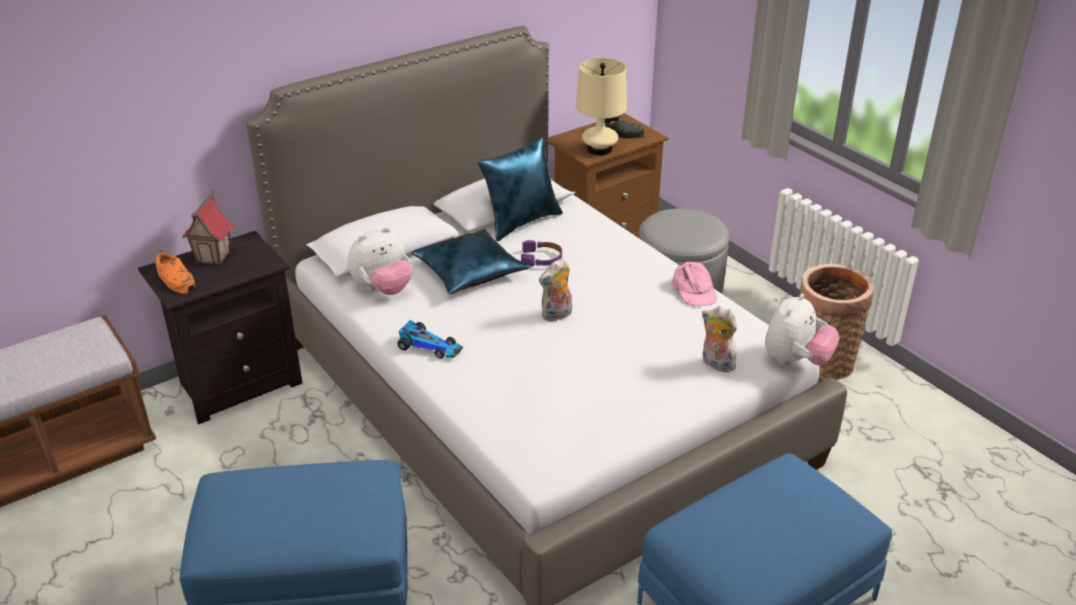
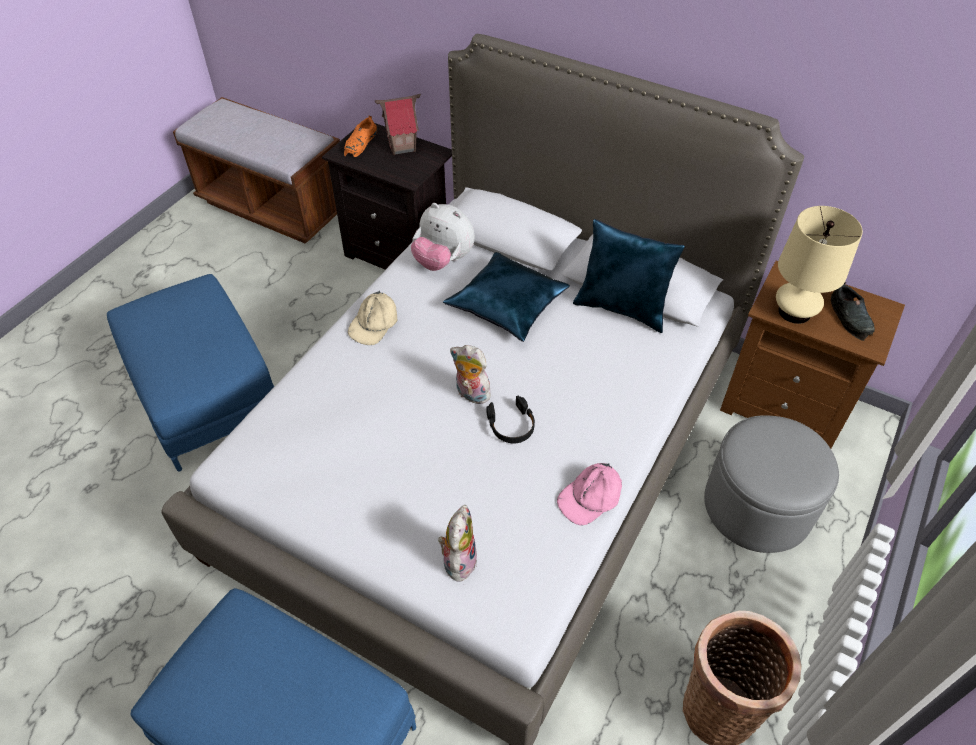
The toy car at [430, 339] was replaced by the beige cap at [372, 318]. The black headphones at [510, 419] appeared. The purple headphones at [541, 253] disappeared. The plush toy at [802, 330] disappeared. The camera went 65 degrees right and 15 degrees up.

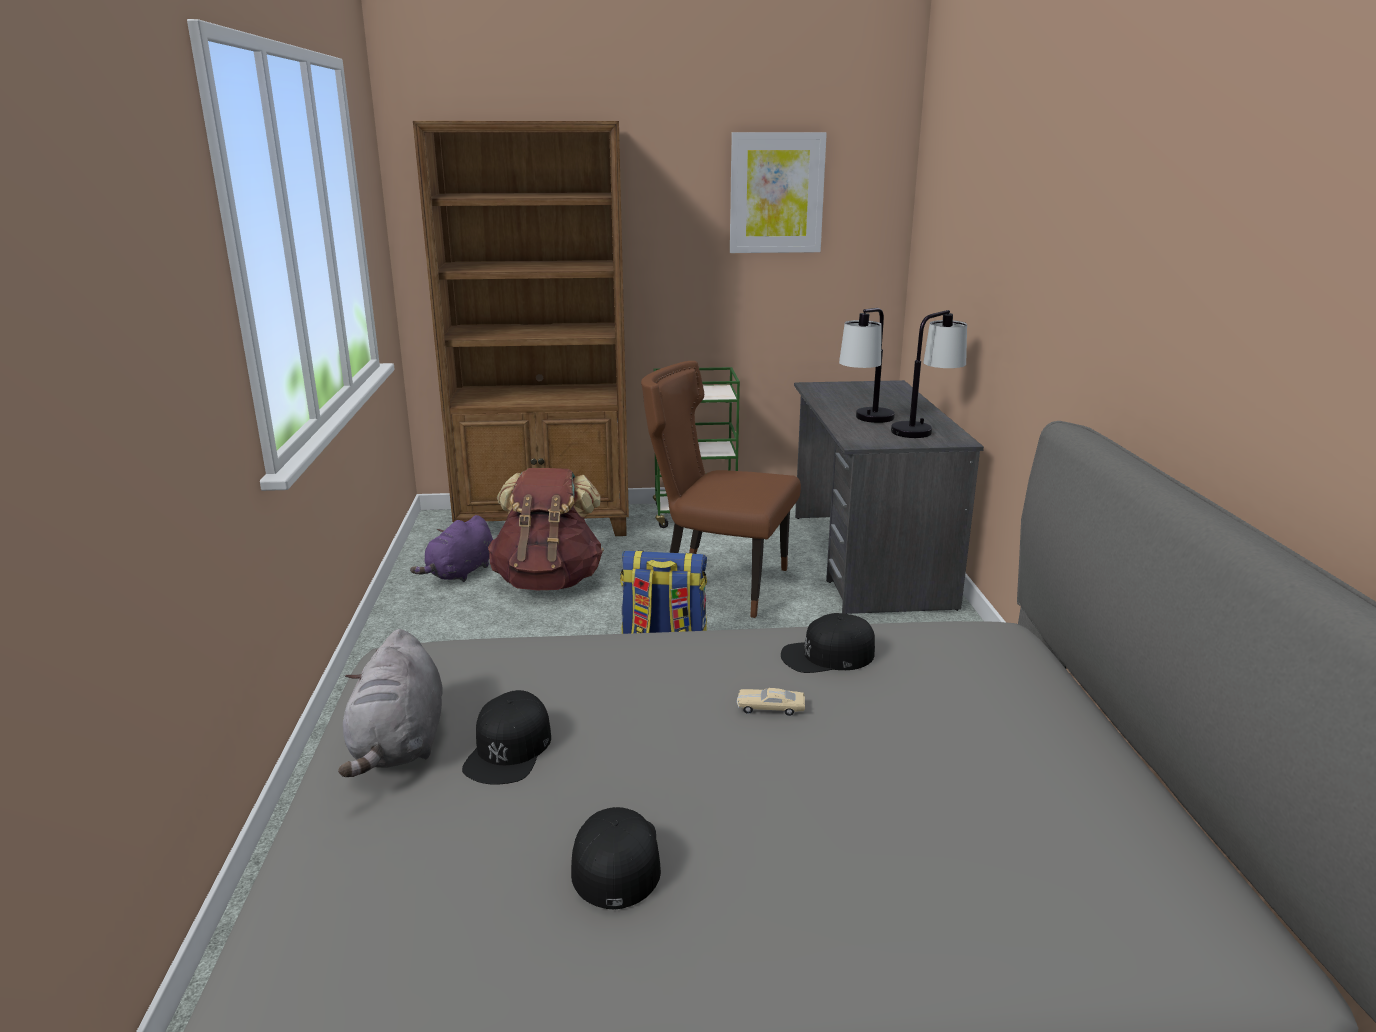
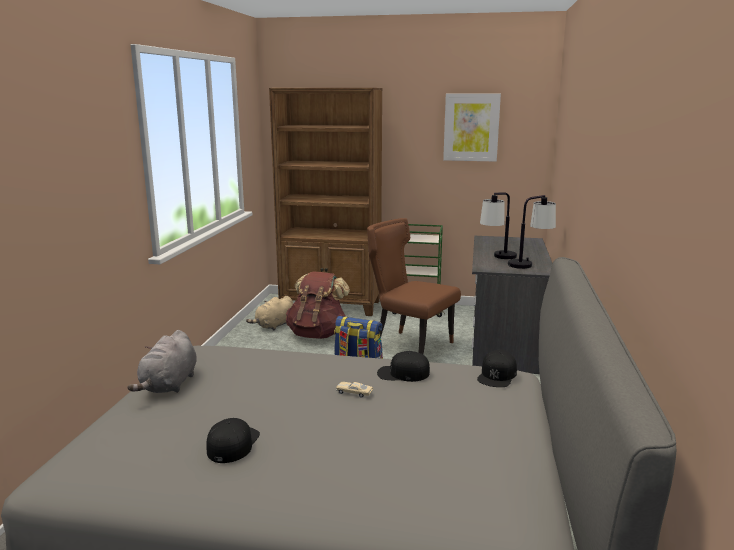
The purple plush toy at [451, 548] became the beige plush toy at [269, 313]. The black cap moved from [506, 737] to [497, 368]. The camera went 15 degrees right and 5 degrees down.

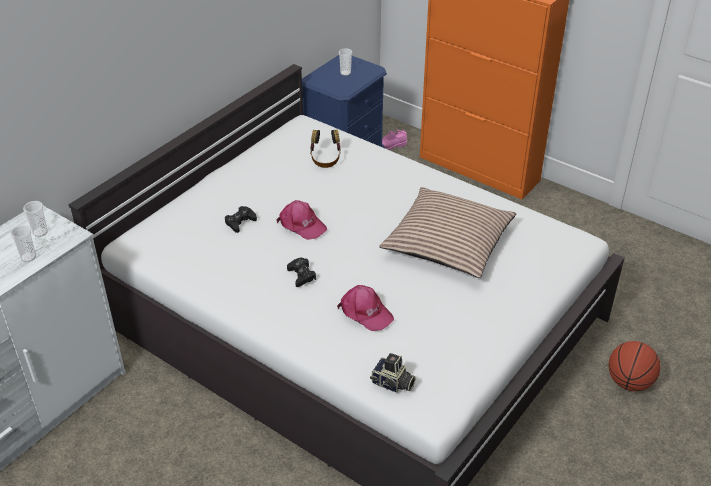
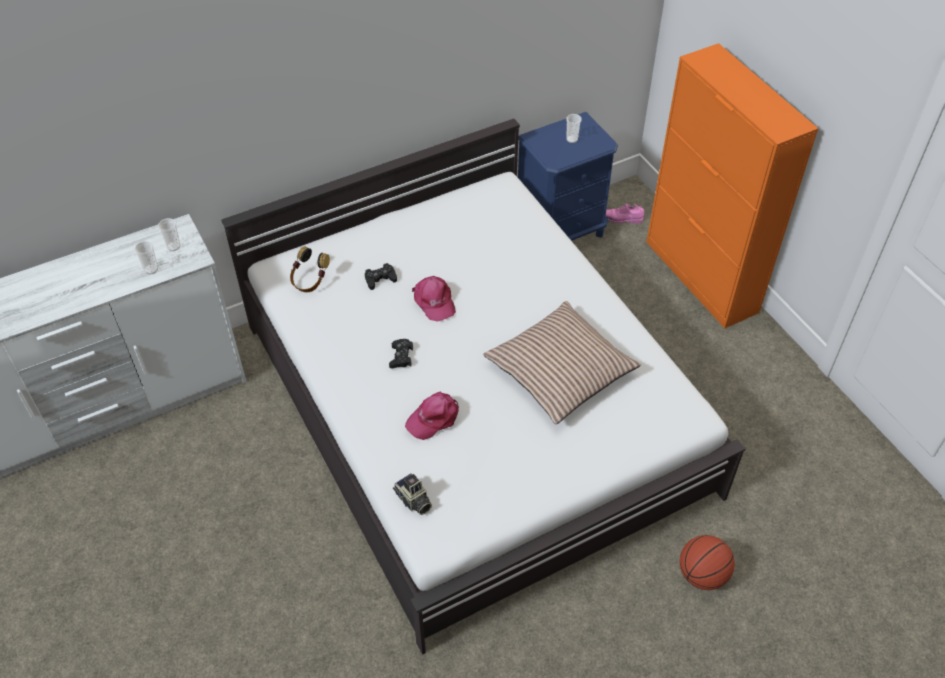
The headphones moved from [325, 149] to [310, 269]. The pink cap at [365, 308] turned 75 degrees clockwise. The camera went 25 degrees right and 10 degrees up.

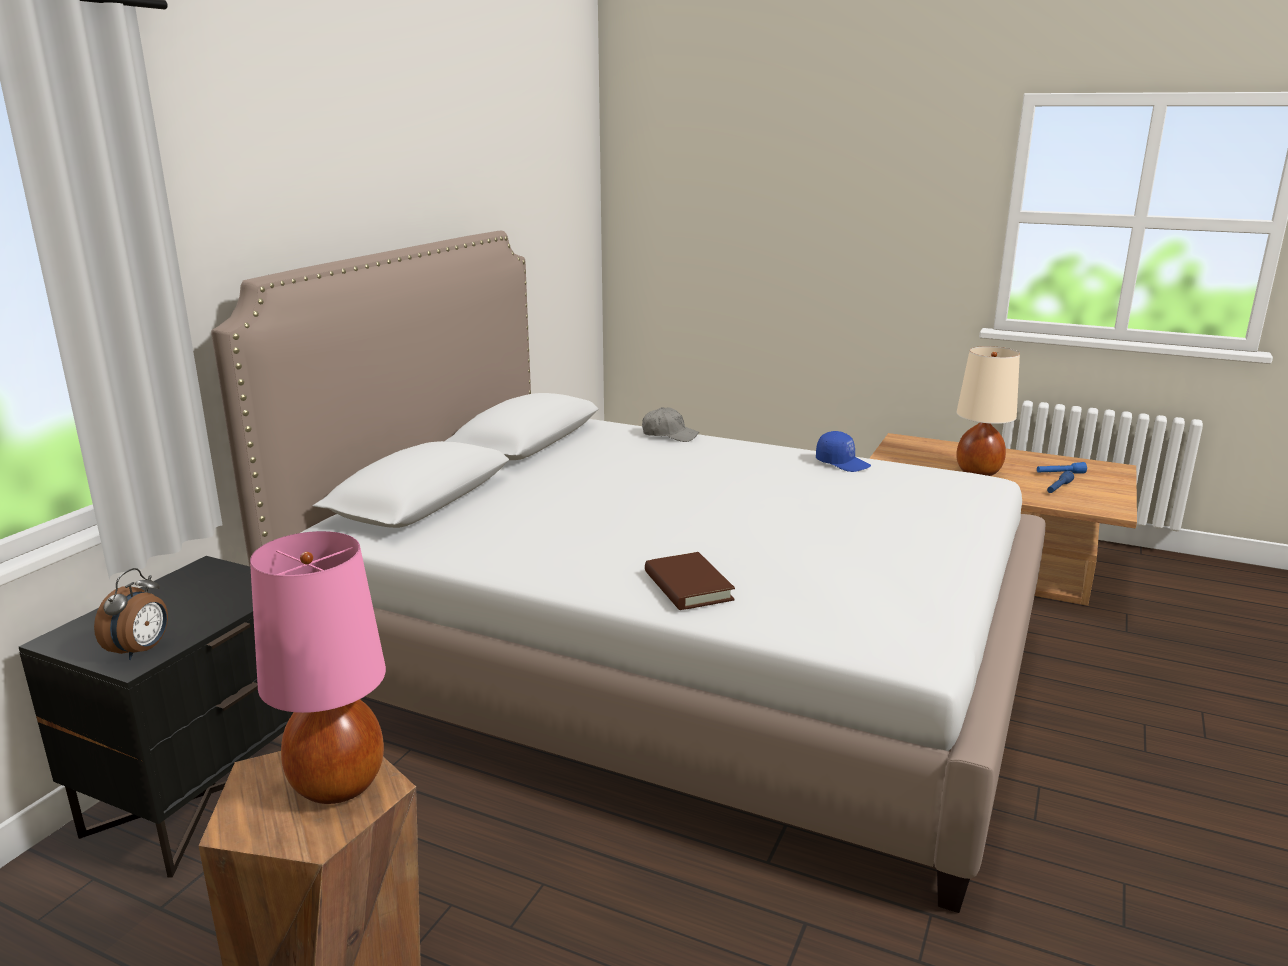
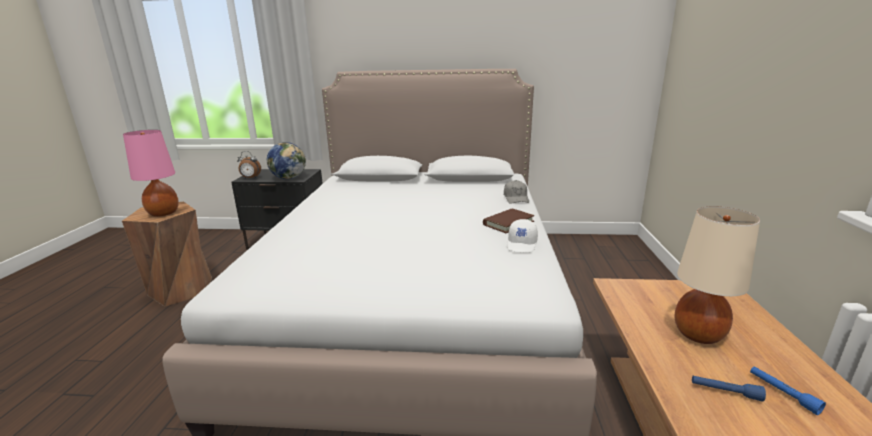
The globe at [286, 160] appeared. The brown book moved from [690, 581] to [509, 221]. The blue cap at [843, 451] became the white cap at [522, 236]. The camera went 70 degrees right and 0 degrees up.

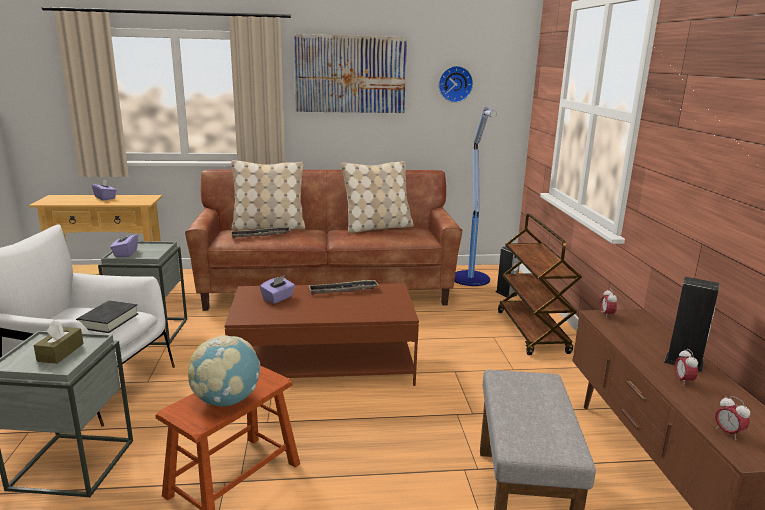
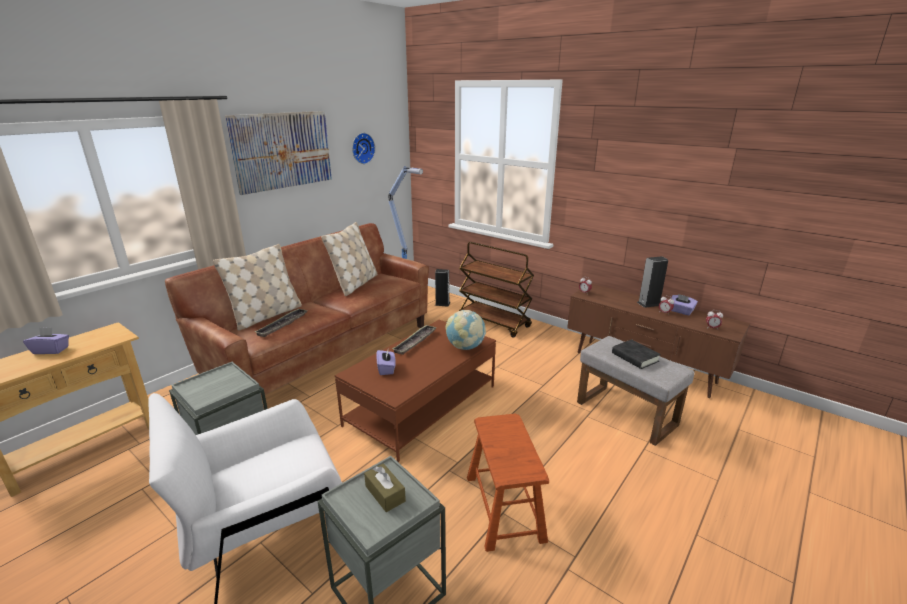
The globe moved from [224, 370] to [465, 330]. The black book moved from [107, 317] to [636, 354]. The purple tissue box moved from [124, 243] to [684, 304]. The camera went 45 degrees left and 5 degrees up.

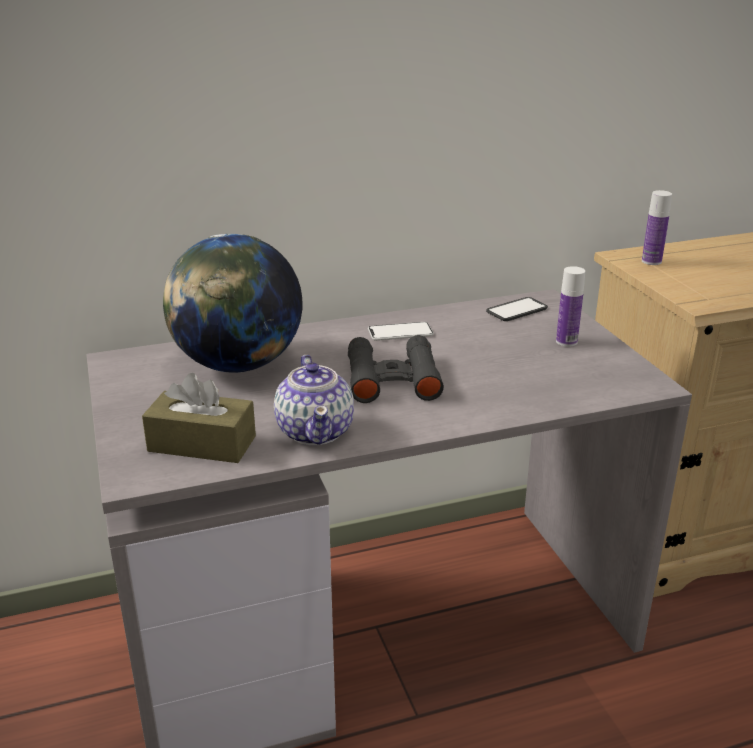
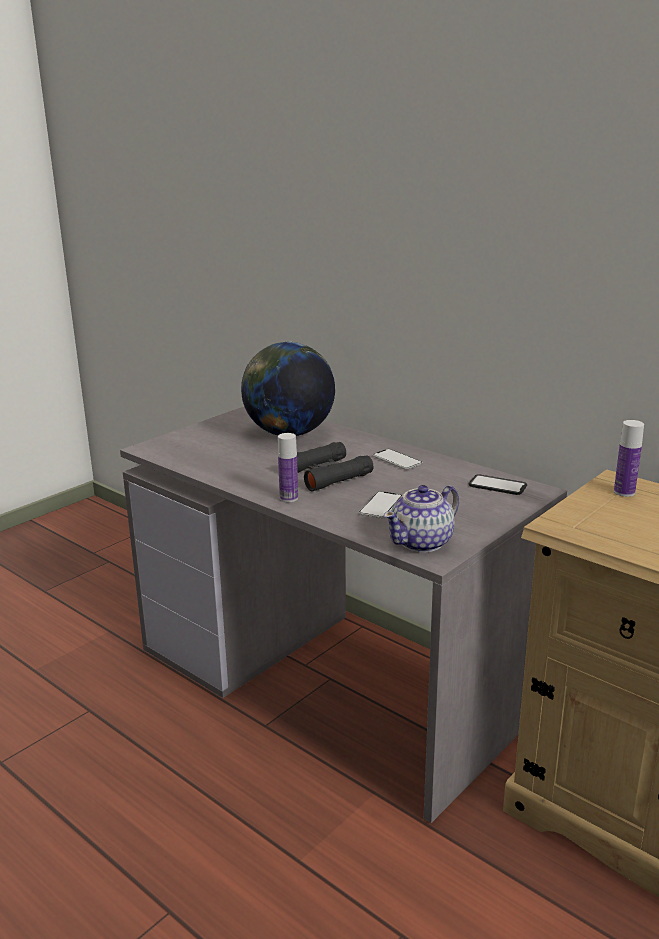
The bottle moved from [570, 306] to [288, 467]. The phone at [380, 505] appeared. The teapot moved from [314, 400] to [421, 519]. The brown tissue box at [199, 418] disappeared. The camera went 60 degrees right and 5 degrees down.

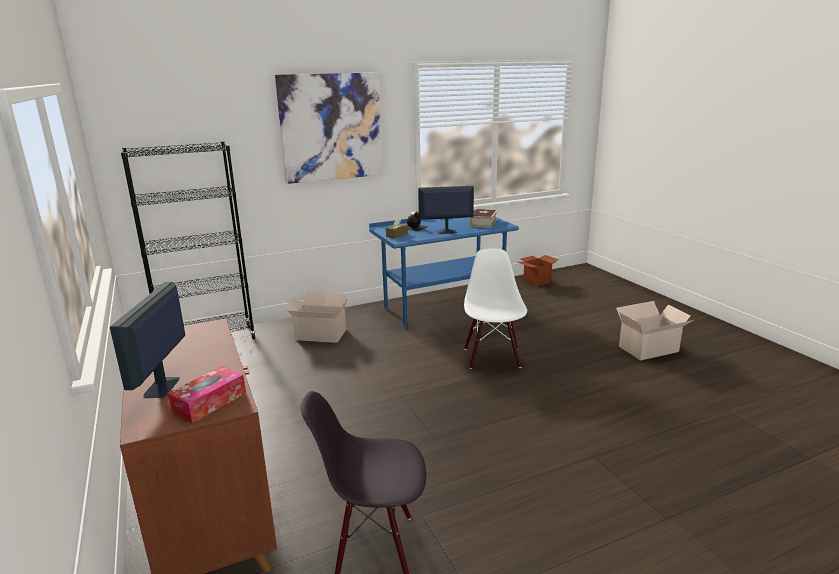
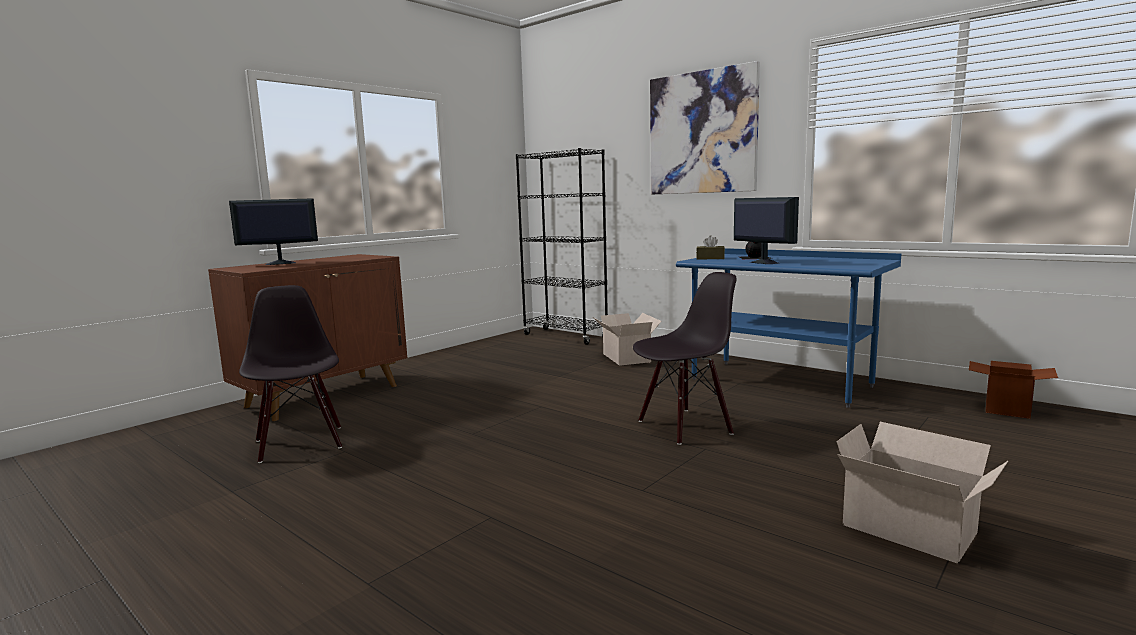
The white chair at [495, 309] became the black chair at [685, 358]. The tissue box at [207, 394] disappeared. The book at [483, 218] disappeared. The camera went 65 degrees right and 10 degrees down.

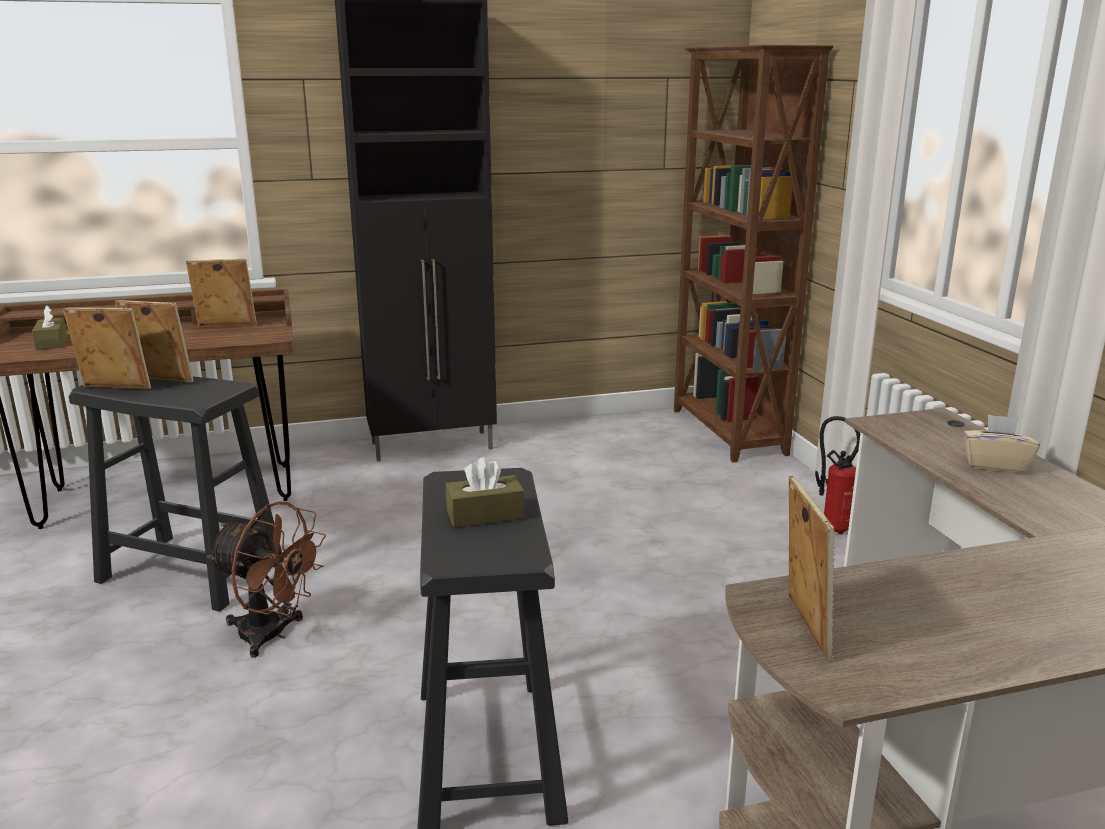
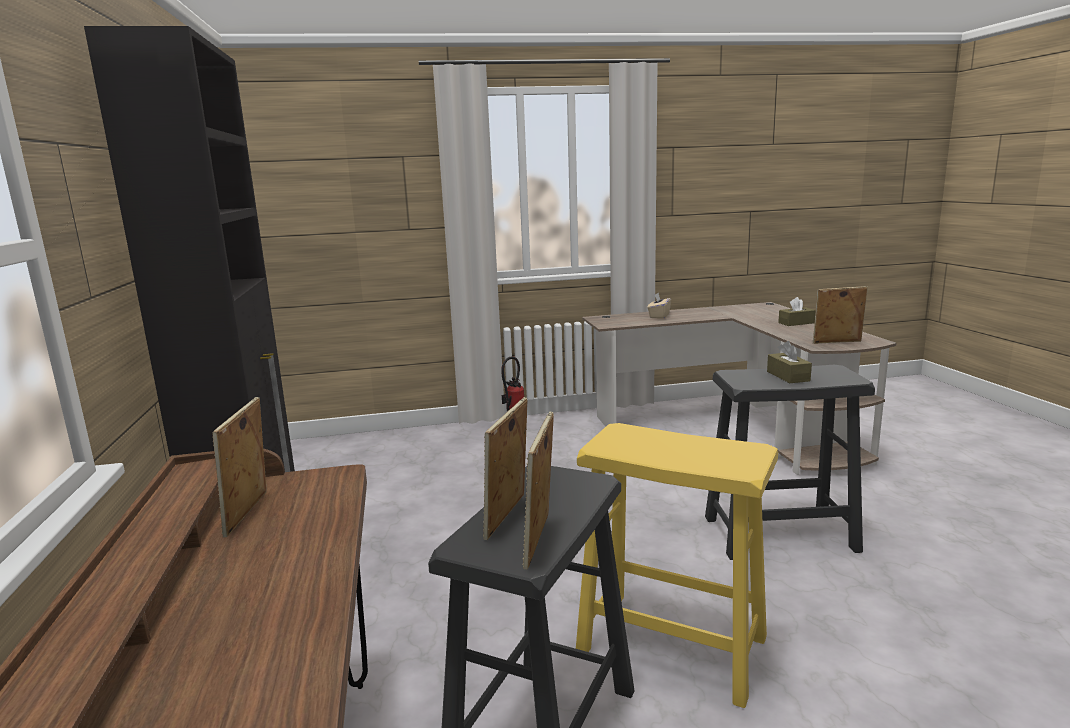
The brown fan at [266, 579] was replaced by the yellow stool at [677, 565]. The brown tissue box moved from [49, 327] to [797, 311]. The brown bookcase at [754, 253] disappeared. The camera went 85 degrees left and 5 degrees down.

